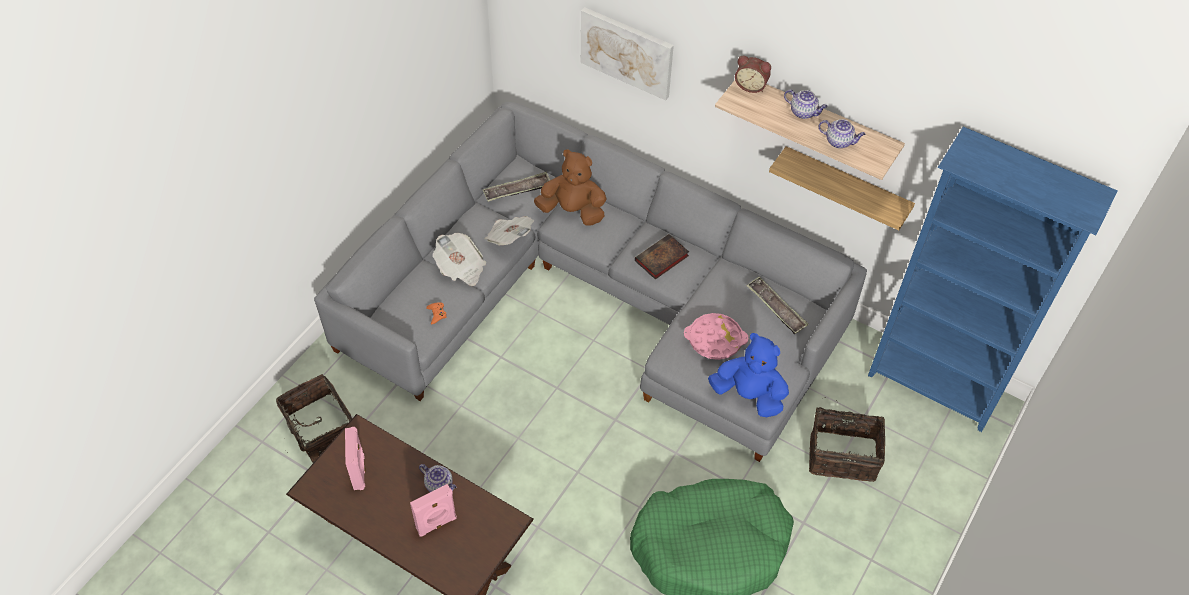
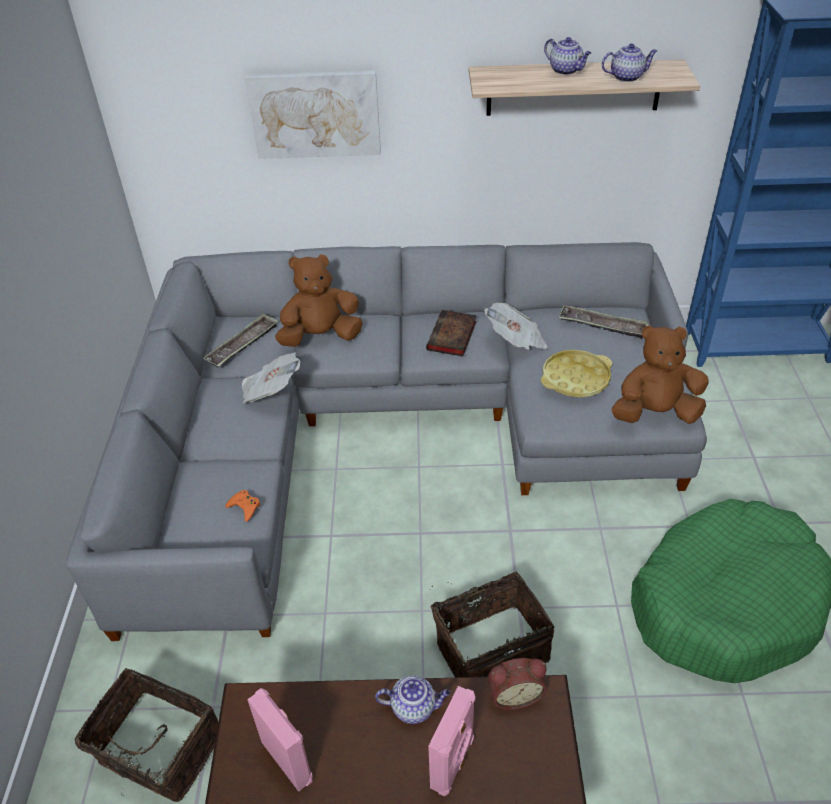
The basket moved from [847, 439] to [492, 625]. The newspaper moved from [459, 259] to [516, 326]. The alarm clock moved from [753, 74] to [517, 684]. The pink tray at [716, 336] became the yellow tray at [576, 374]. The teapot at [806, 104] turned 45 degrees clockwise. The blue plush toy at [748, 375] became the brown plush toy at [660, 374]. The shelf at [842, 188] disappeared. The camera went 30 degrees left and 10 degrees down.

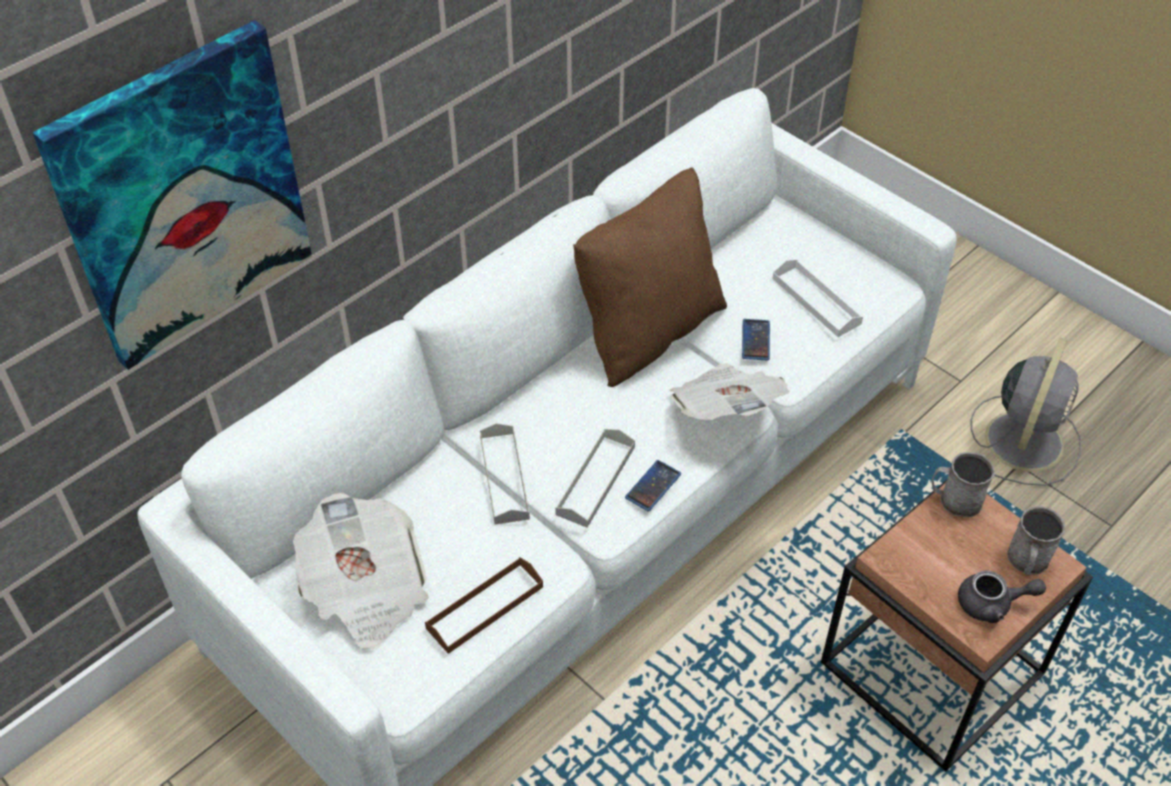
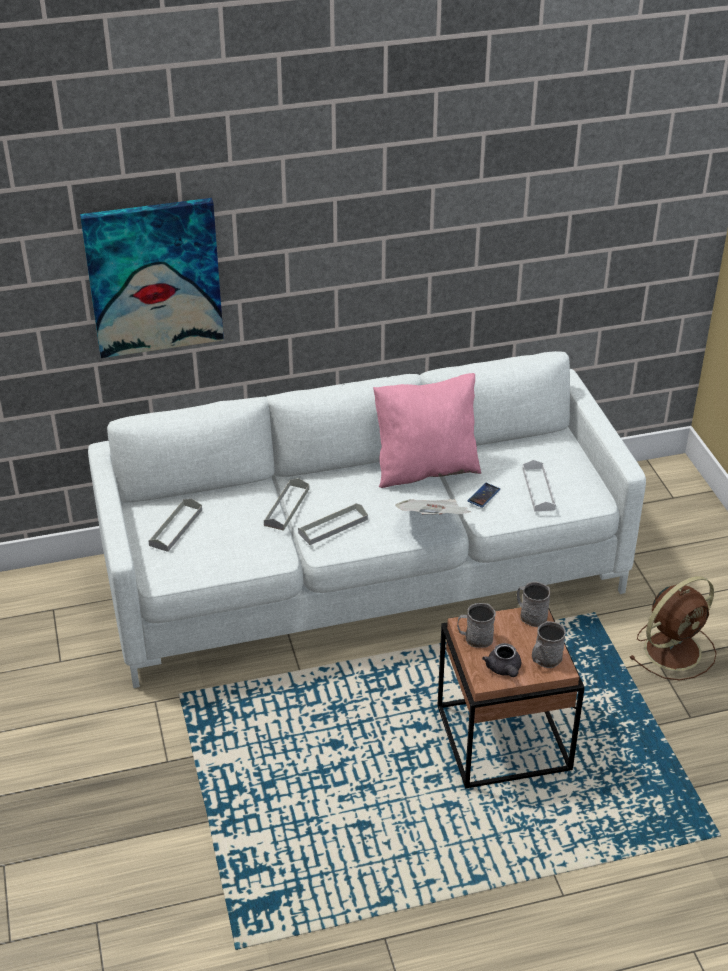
The newspaper at [361, 570] was replaced by the grey tray at [175, 525]. The brown pillow at [650, 277] became the pink pillow at [427, 430]. The grey mug at [476, 625] appeared. The grey teapot at [1002, 597] turned 45 degrees clockwise. The grey fan at [1026, 412] became the brown fan at [672, 628]. The brown tray at [484, 605] disappeared. The phone at [653, 485] disappeared. The camera went 30 degrees right and 10 degrees down.

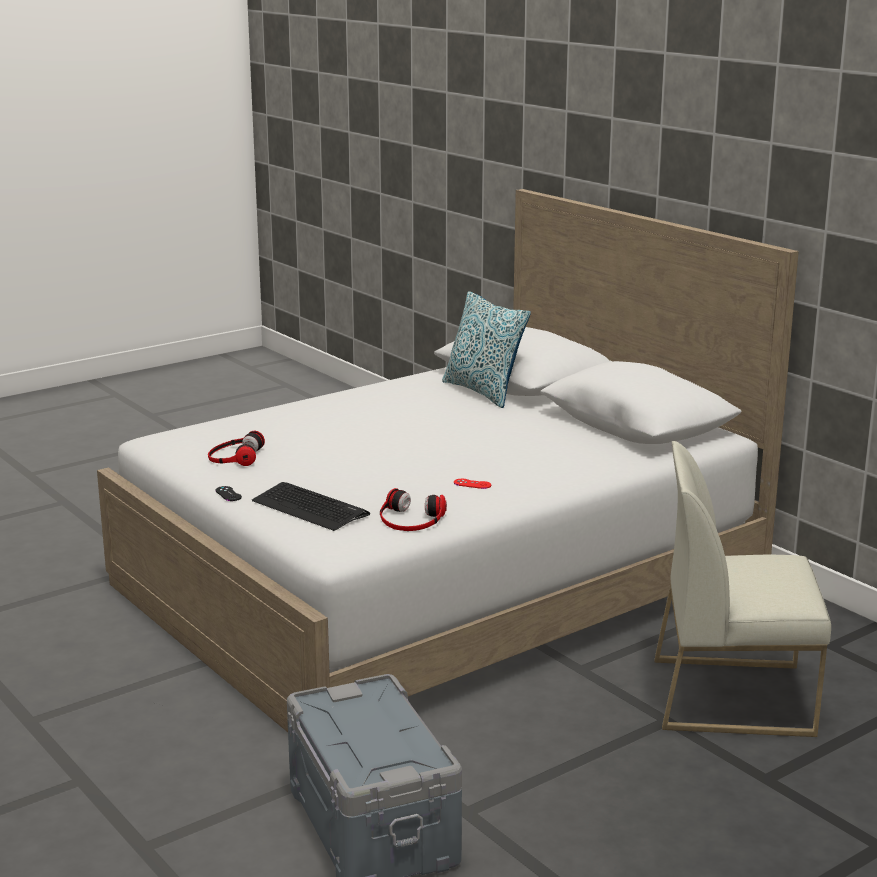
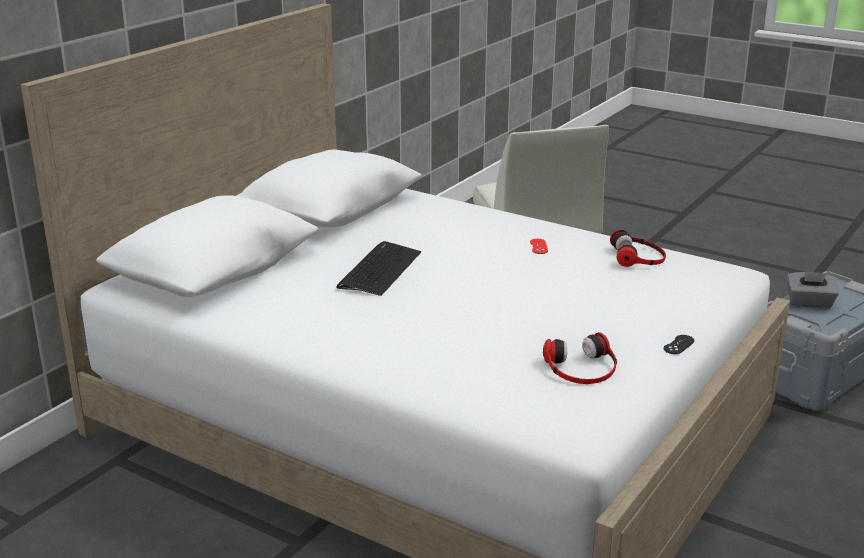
The keyboard moved from [311, 506] to [378, 268]. The grey tissue box at [813, 289] appeared. The pillow at [486, 349] disappeared. The camera went 110 degrees left and 5 degrees up.

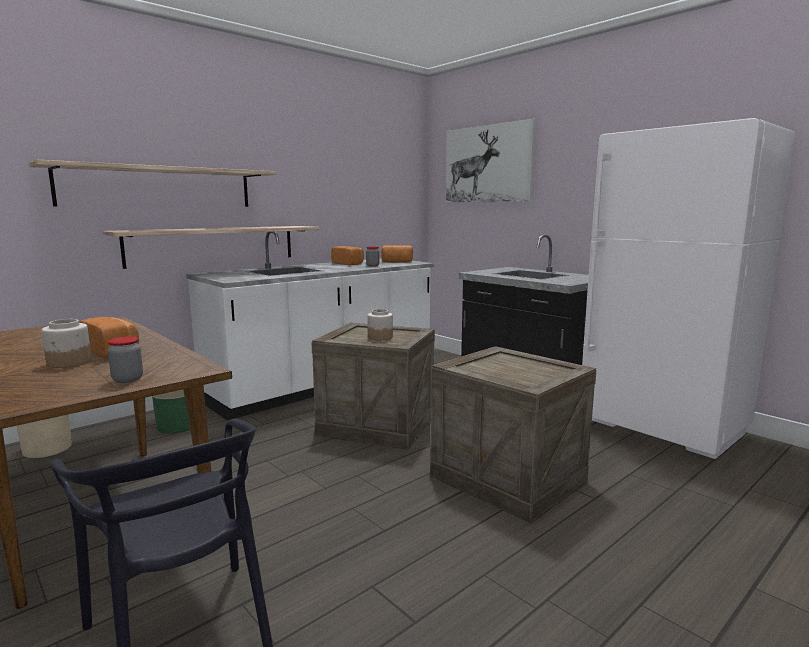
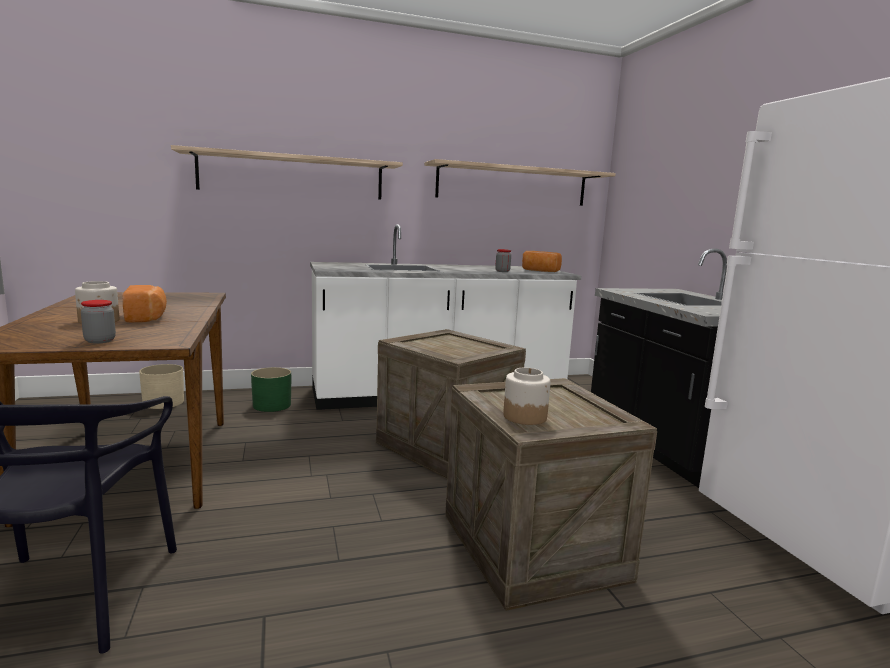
The shelf moved from [211, 247] to [520, 182]. The jar moved from [380, 325] to [526, 396]. The bread at [347, 255] disappeared. The picture at [491, 161] disappeared. The camera went 25 degrees right and 0 degrees up.

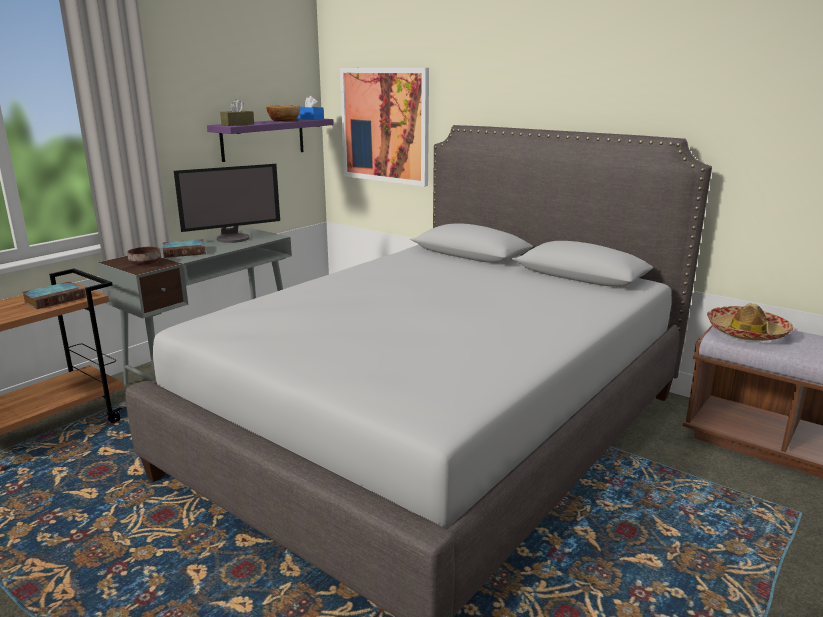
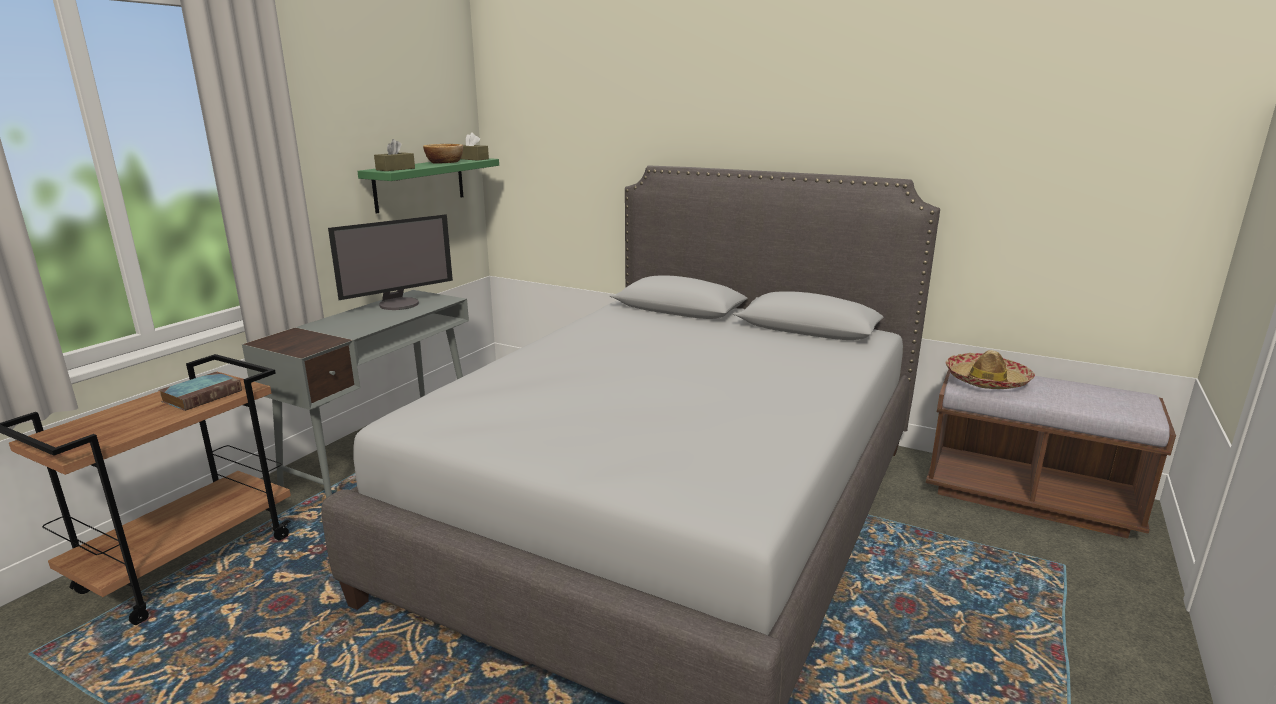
The purple shelf at [270, 140] became the green shelf at [428, 185]. The blue tissue box at [310, 108] became the brown tissue box at [475, 146]. The brown bowl at [144, 256] disappeared. The book at [184, 248] disappeared. The picture at [384, 127] disappeared. The camera went 10 degrees left and 0 degrees up.

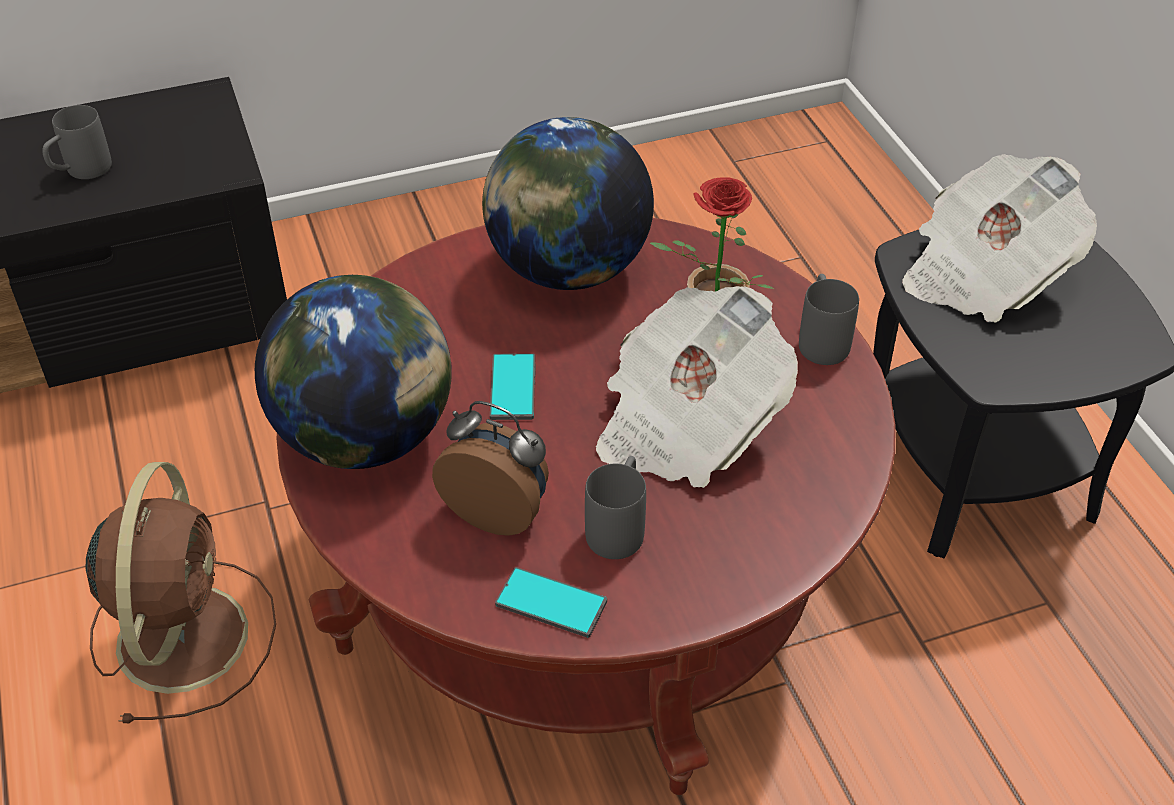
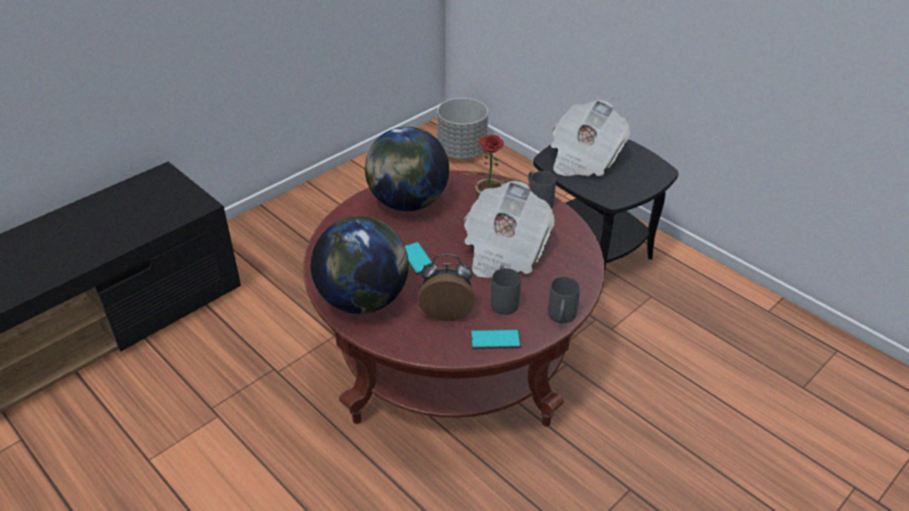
The grey planter at [462, 128] appeared. The grey mug moved from [77, 142] to [564, 300]. The brown fan at [181, 592] disappeared. The camera went 25 degrees left and 5 degrees down.

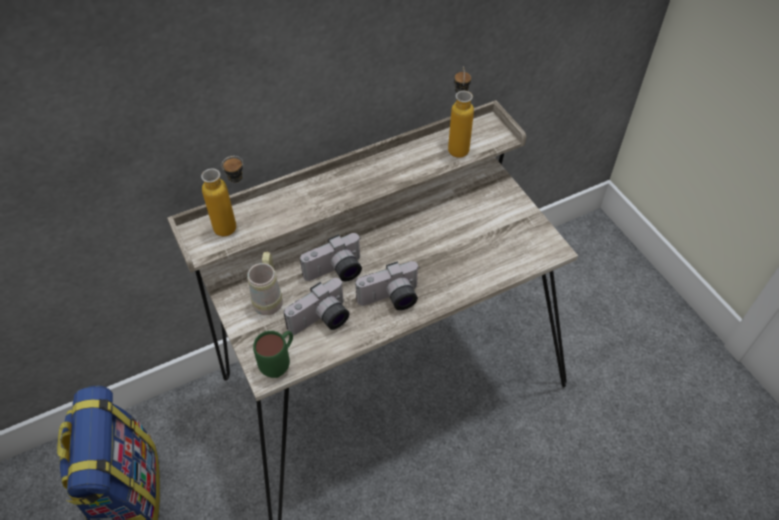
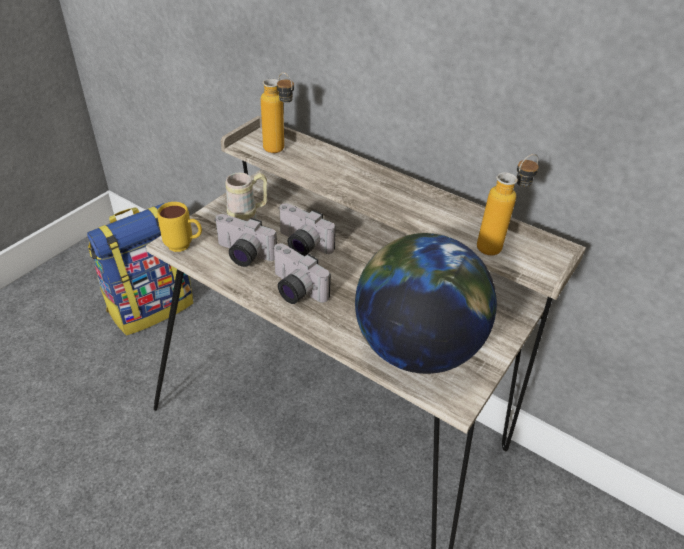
The green mug at [273, 354] became the yellow mug at [179, 227]. The globe at [426, 303] appeared. The camera went 60 degrees right and 10 degrees down.

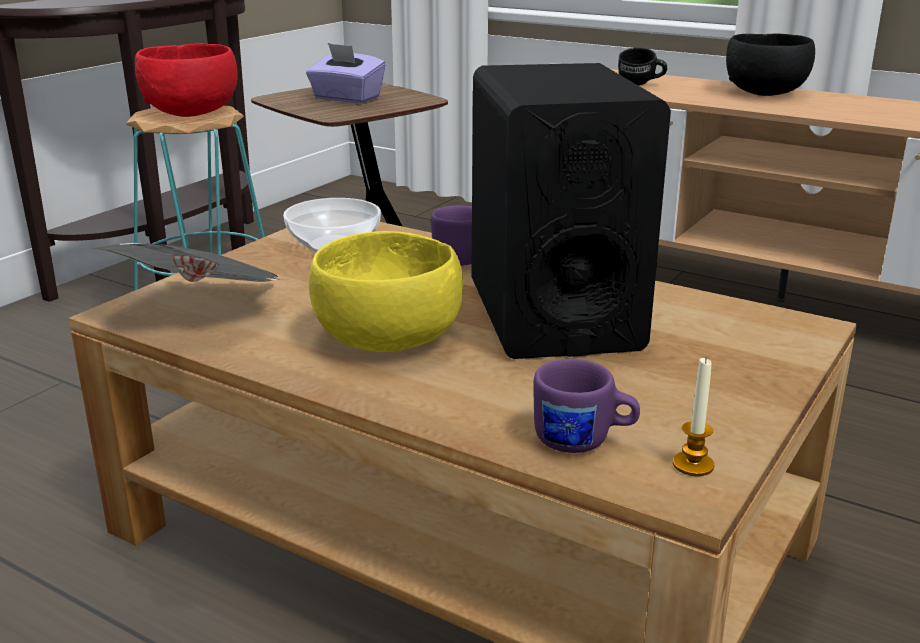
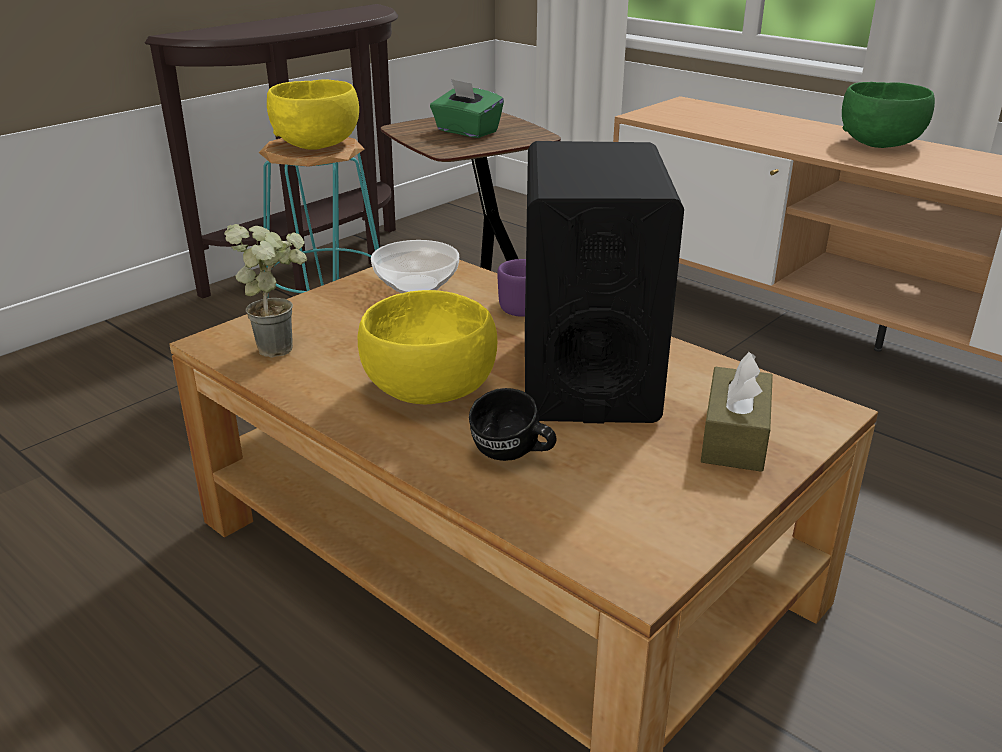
The newspaper at [186, 262] was replaced by the potted plant at [265, 291]. The red bowl at [186, 80] became the yellow bowl at [313, 115]. The purple tissue box at [346, 73] became the green tissue box at [467, 108]. The black mug moved from [642, 66] to [512, 424]. The brown tissue box at [737, 412] appeared. The black bowl at [770, 65] became the green bowl at [888, 115]. The purple mug at [586, 406] disappeared. The candle at [693, 416] disappeared. The camera went 10 degrees right and 5 degrees up.

